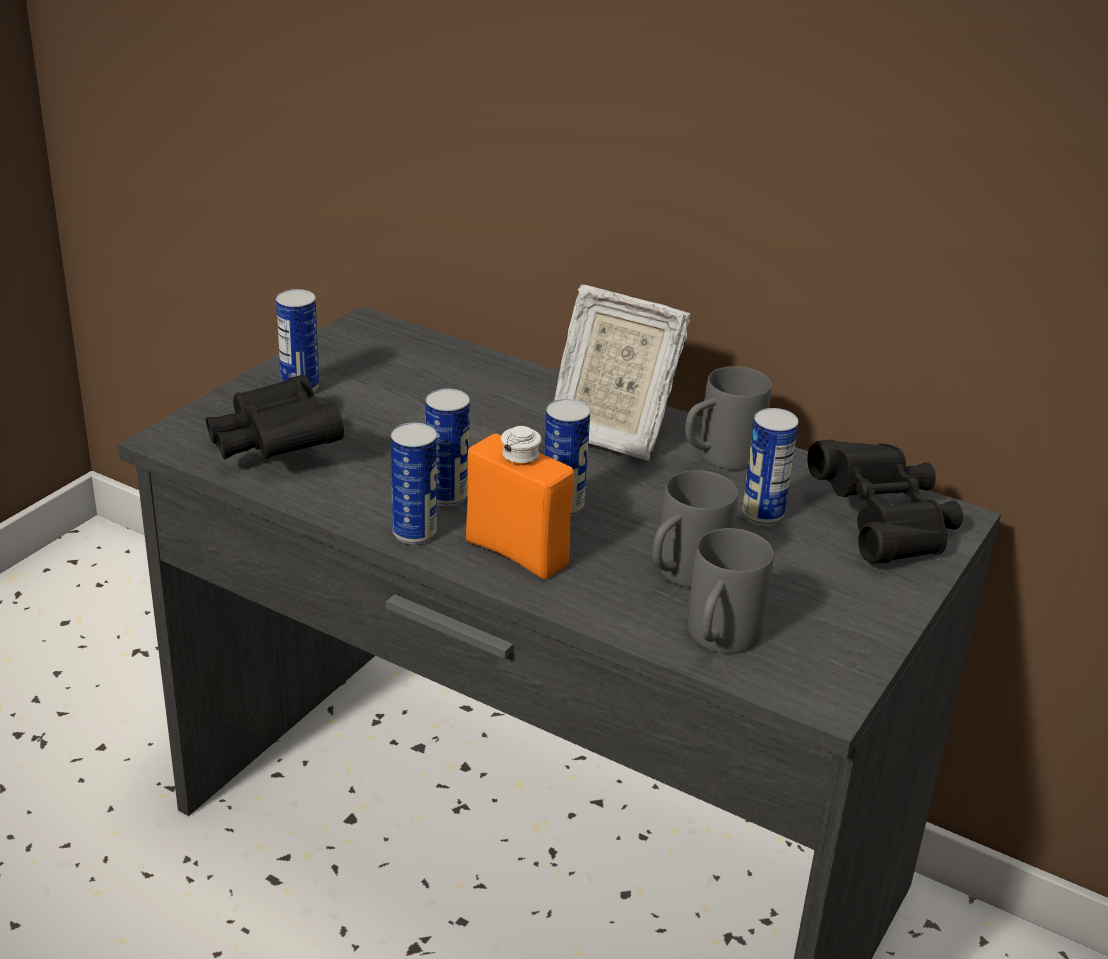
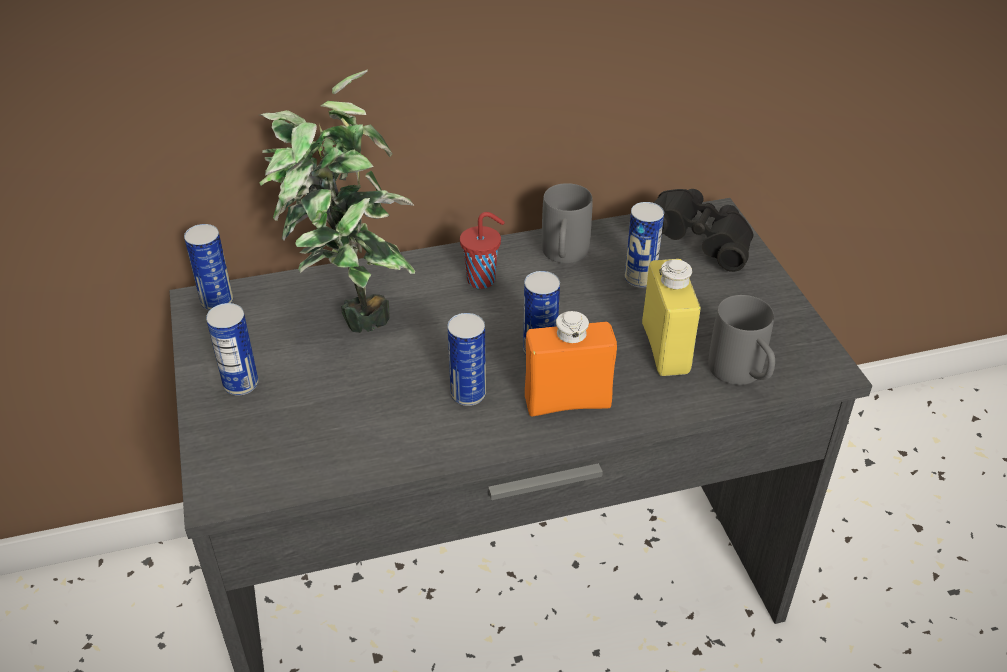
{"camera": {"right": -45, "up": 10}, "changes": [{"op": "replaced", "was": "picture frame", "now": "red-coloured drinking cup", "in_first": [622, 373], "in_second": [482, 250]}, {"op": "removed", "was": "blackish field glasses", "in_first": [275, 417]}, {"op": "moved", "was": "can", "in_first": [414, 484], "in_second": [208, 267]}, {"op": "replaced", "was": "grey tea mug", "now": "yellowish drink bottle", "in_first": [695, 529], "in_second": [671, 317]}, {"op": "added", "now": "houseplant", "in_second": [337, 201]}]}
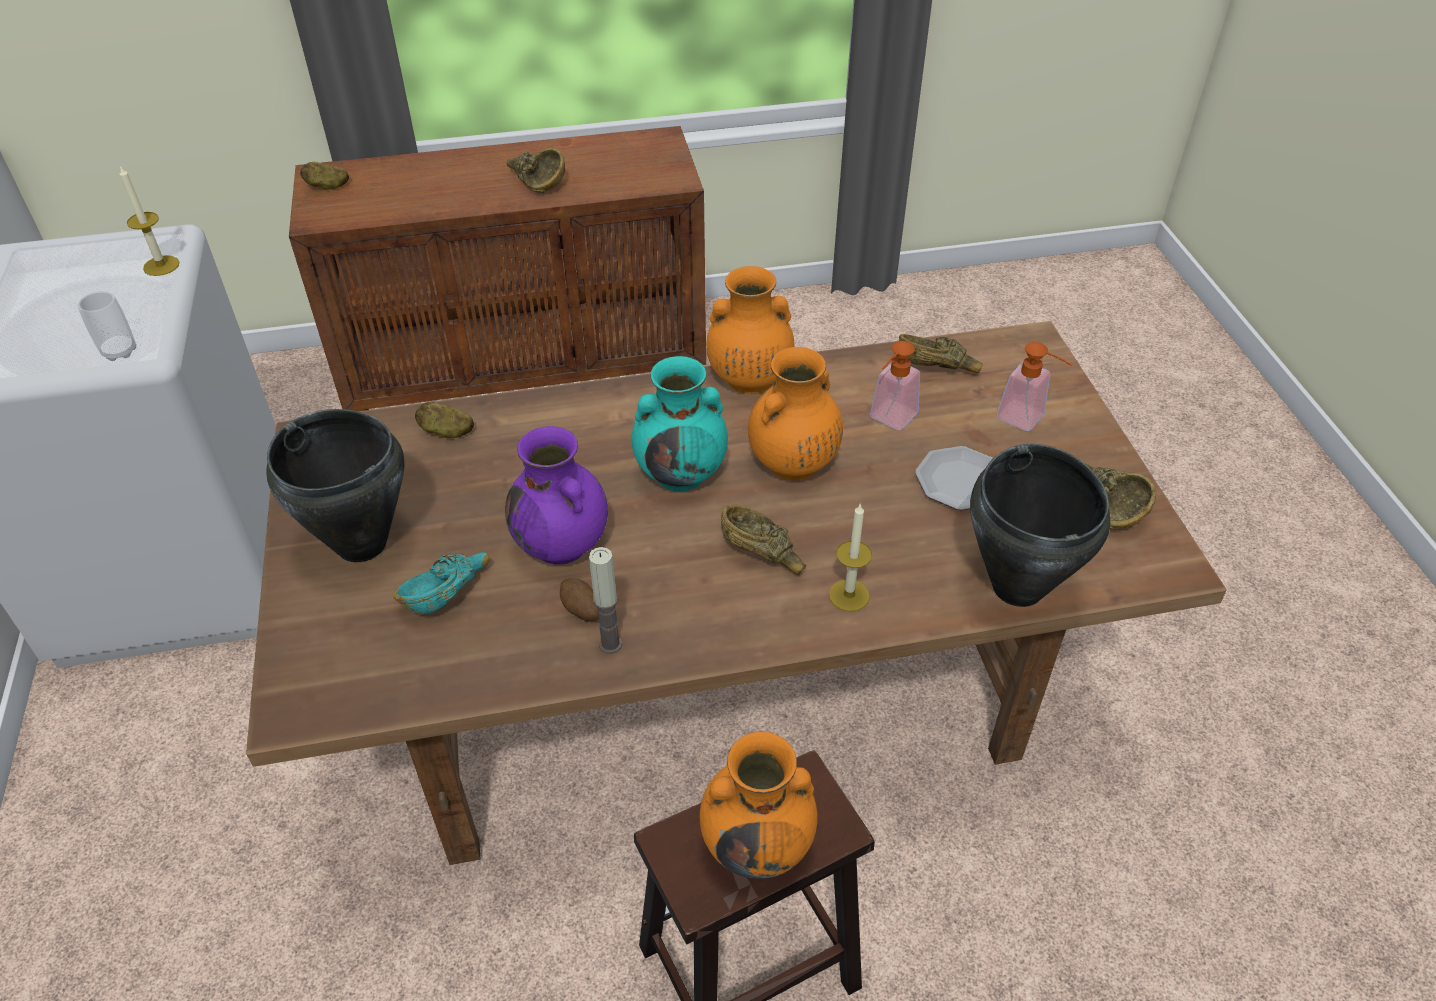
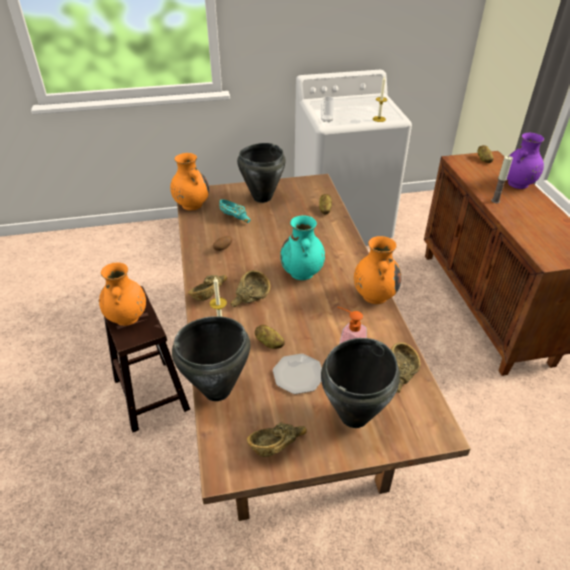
{"camera": {"right": 90, "up": -5}, "changes": [{"op": "moved", "was": "brown serving bowl", "in_first": [536, 170], "in_second": [207, 288]}, {"op": "replaced", "was": "soap dispenser", "now": "blackish cooking pot", "in_first": [1034, 386], "in_second": [360, 383]}, {"op": "moved", "was": "orangey vase", "in_first": [795, 413], "in_second": [189, 181]}, {"op": "moved", "was": "purplish vase", "in_first": [556, 495], "in_second": [525, 161]}, {"op": "moved", "was": "candle", "in_first": [605, 600], "in_second": [502, 179]}, {"op": "added", "now": "whole potato", "in_second": [270, 337]}]}
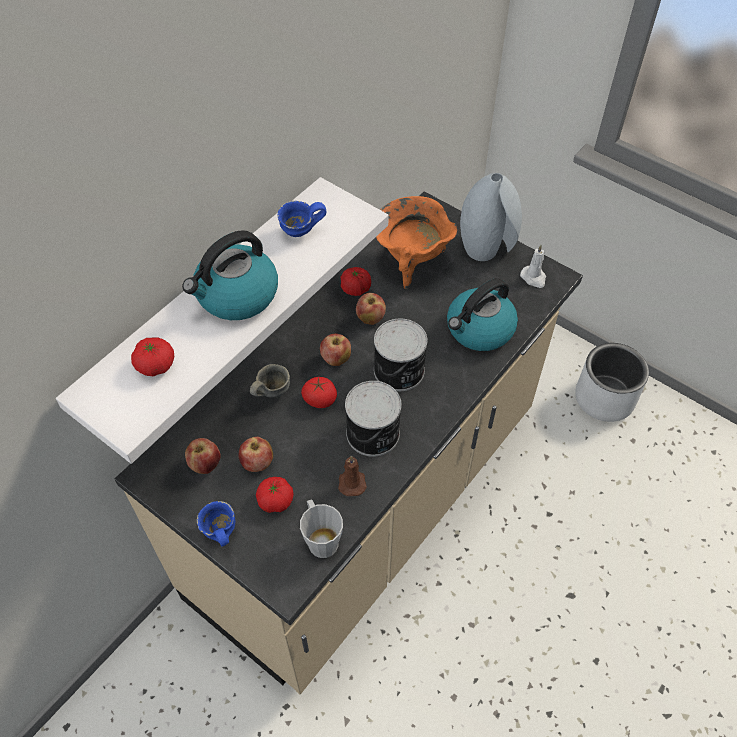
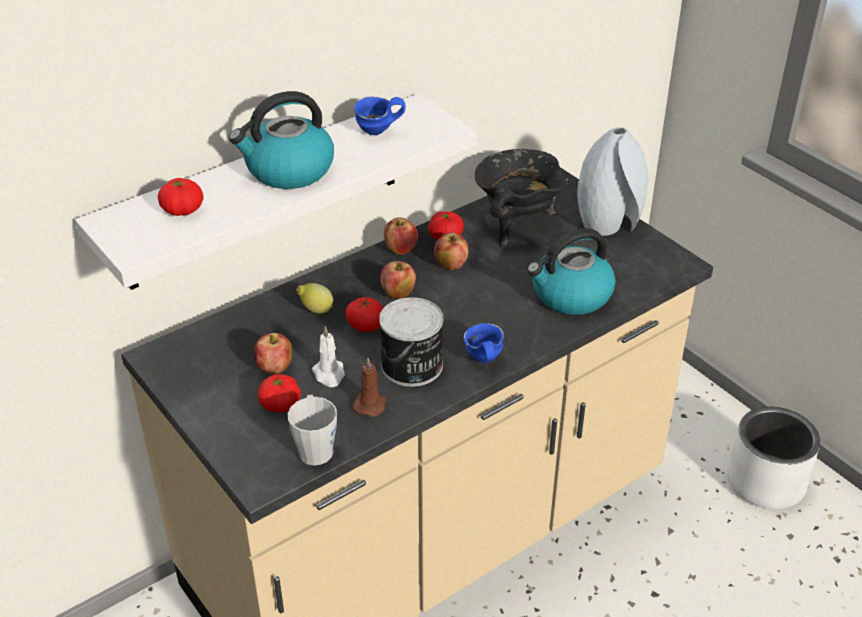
{"camera": {"right": 15, "up": -15}, "changes": [{"op": "recoloured", "was": "orangey cooking pot", "now": "blackish cooking pot", "in_first": [416, 242], "in_second": [521, 197]}, {"op": "moved", "was": "whitish candle", "in_first": [533, 266], "in_second": [328, 356]}, {"op": "removed", "was": "can", "in_first": [401, 354]}, {"op": "replaced", "was": "grey tea mug", "now": "whole lemon", "in_first": [270, 381], "in_second": [314, 298]}, {"op": "moved", "was": "apple fruit", "in_first": [203, 456], "in_second": [401, 236]}, {"op": "moved", "was": "blue-coloured tea mug", "in_first": [216, 524], "in_second": [484, 343]}]}
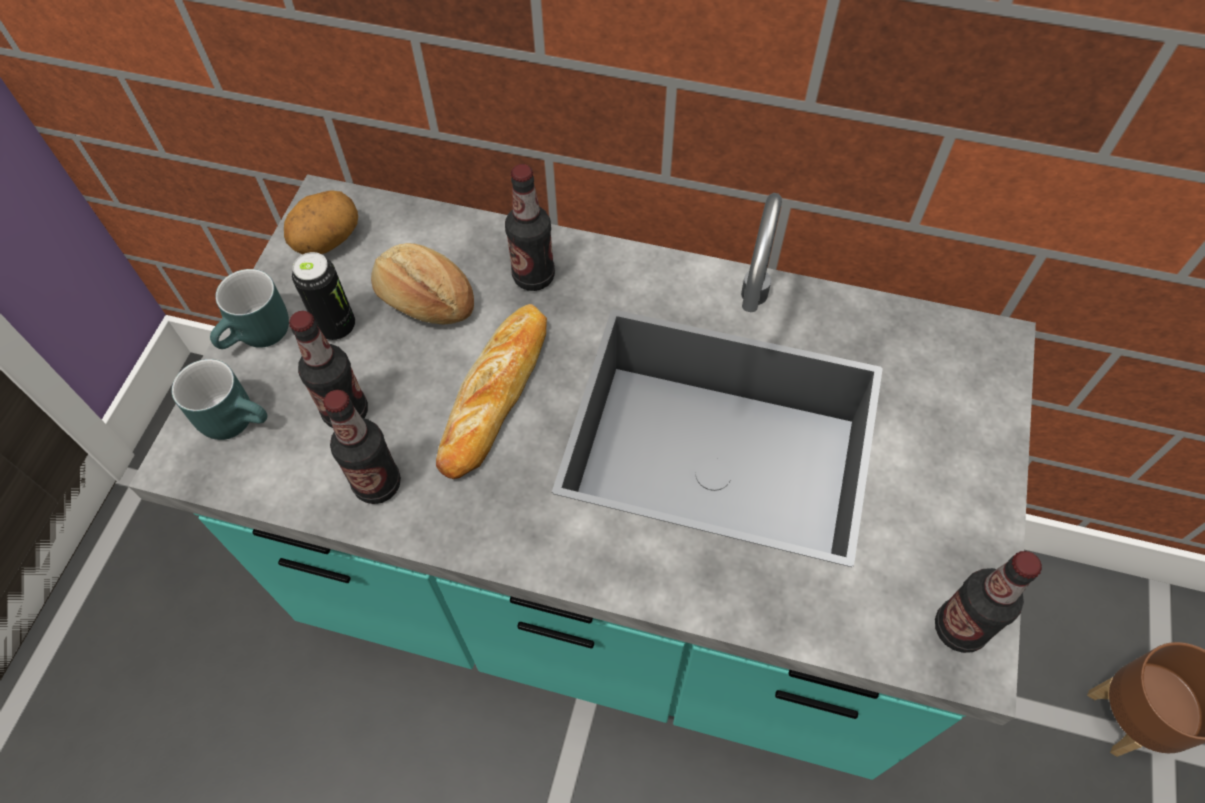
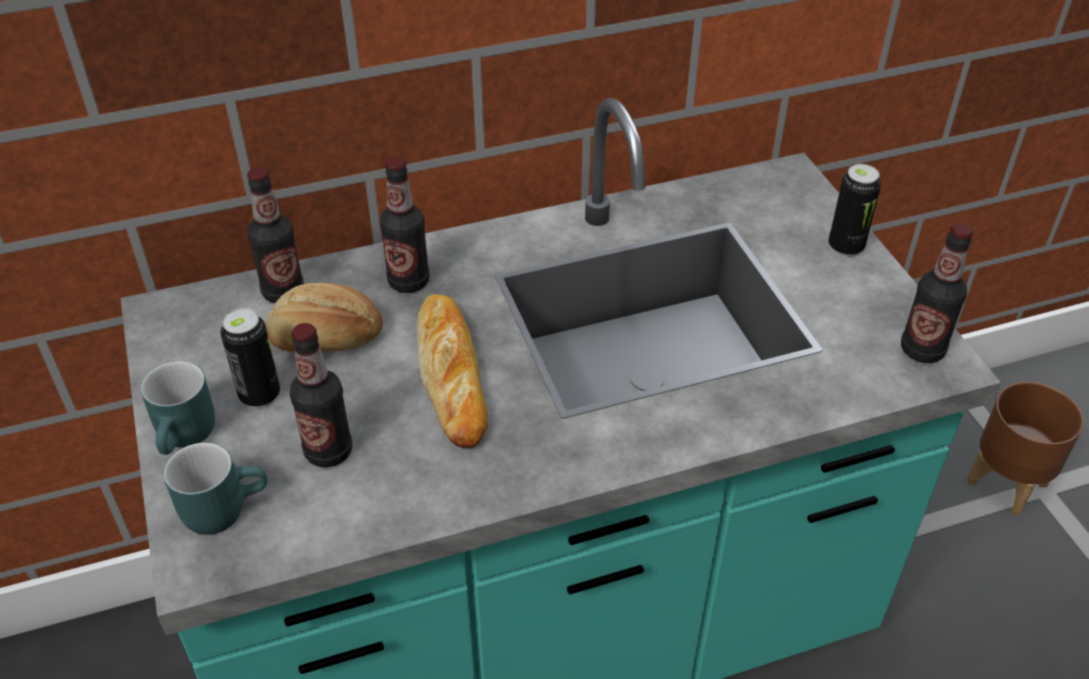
{"camera": {"right": -35, "up": -15}, "changes": [{"op": "removed", "was": "whole potato", "in_first": [321, 222]}, {"op": "moved", "was": "drink bottle", "in_first": [362, 447], "in_second": [275, 235]}, {"op": "added", "now": "can", "in_second": [854, 210]}]}
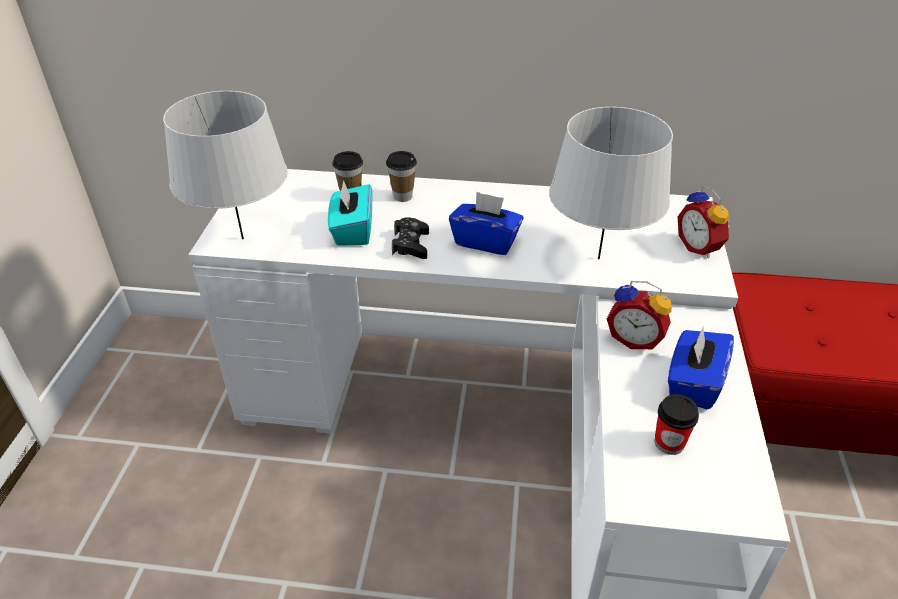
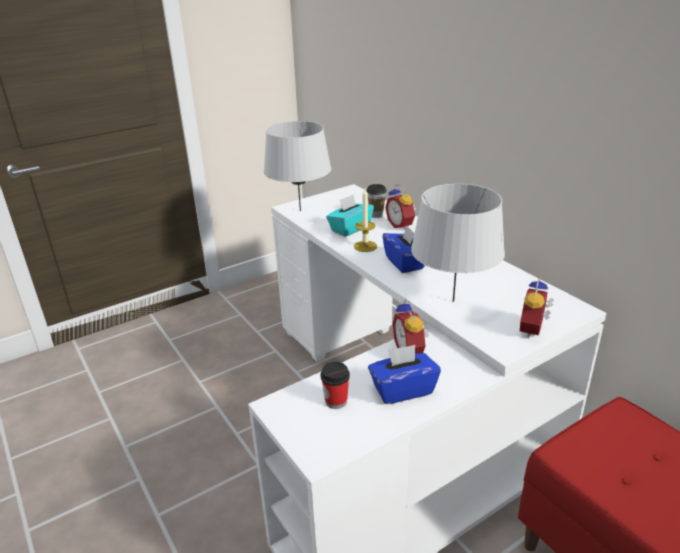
{"camera": {"right": 50, "up": -10}, "changes": [{"op": "replaced", "was": "drinking cup", "now": "alarm clock", "in_first": [401, 176], "in_second": [400, 207]}, {"op": "replaced", "was": "blackish joypad", "now": "candle", "in_first": [410, 238], "in_second": [365, 220]}]}
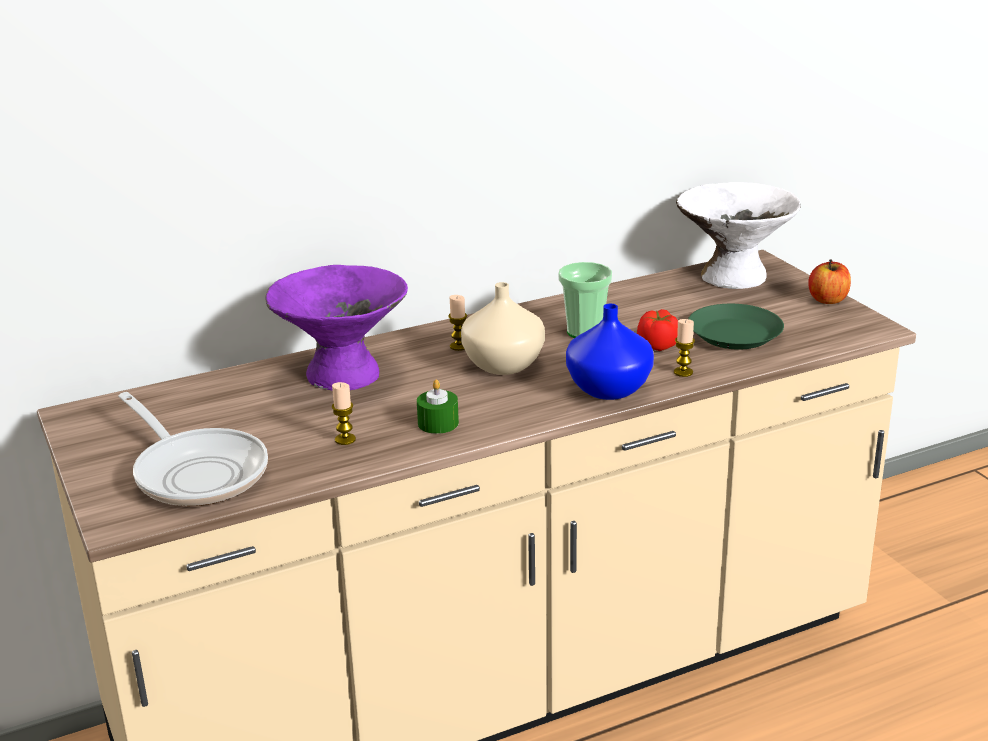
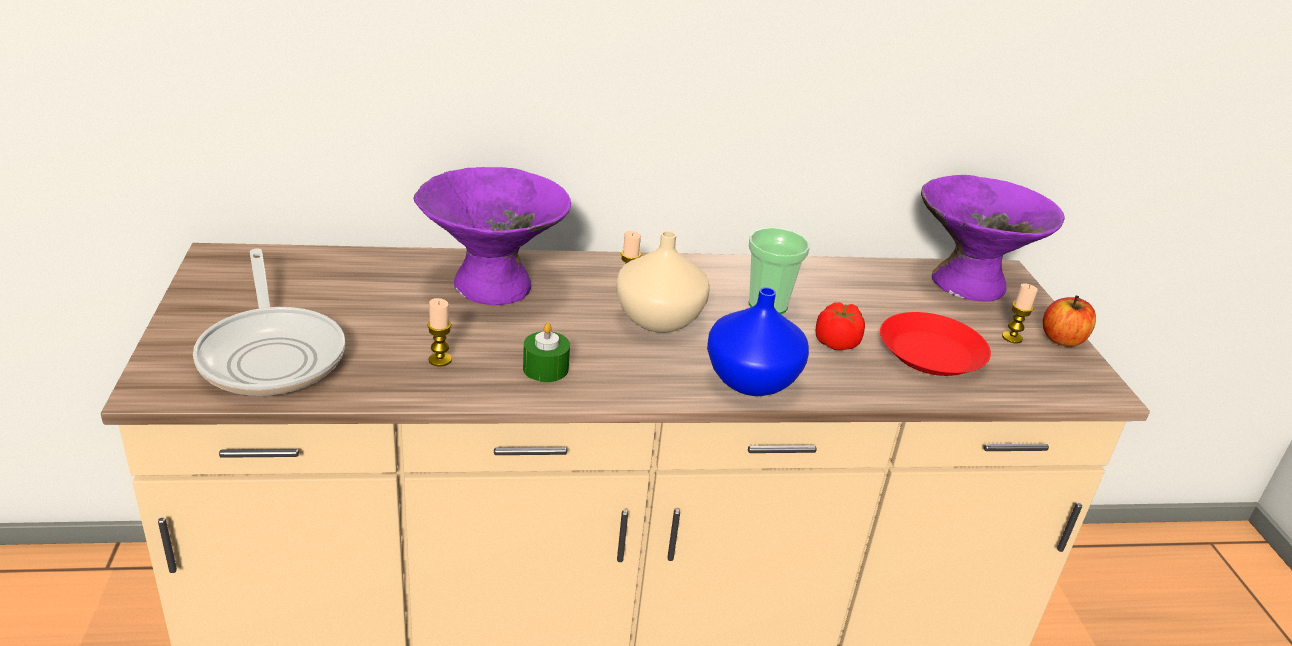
{"camera": {"right": 15, "up": 5}, "changes": [{"op": "recoloured", "was": "whitish serving bowl", "now": "purplish serving bowl", "in_first": [738, 235], "in_second": [993, 238]}, {"op": "recoloured", "was": "green plate", "now": "red-coloured plate", "in_first": [736, 326], "in_second": [935, 344]}, {"op": "moved", "was": "candle", "in_first": [684, 348], "in_second": [1020, 313]}]}
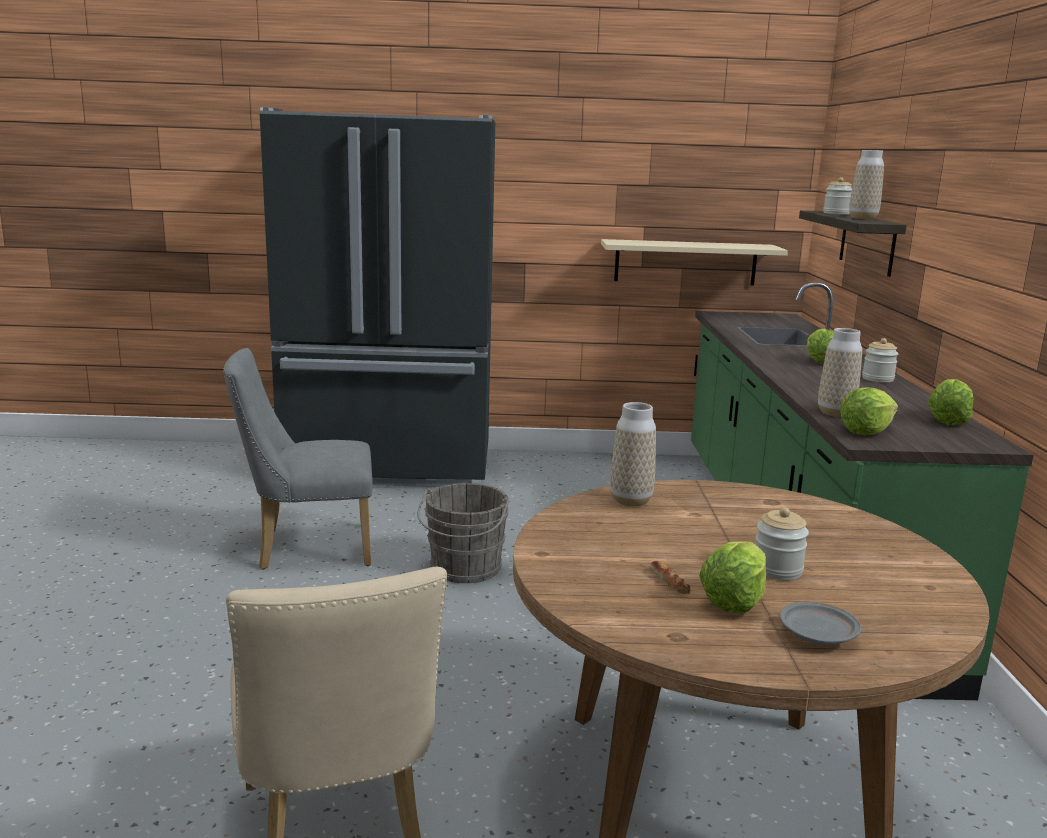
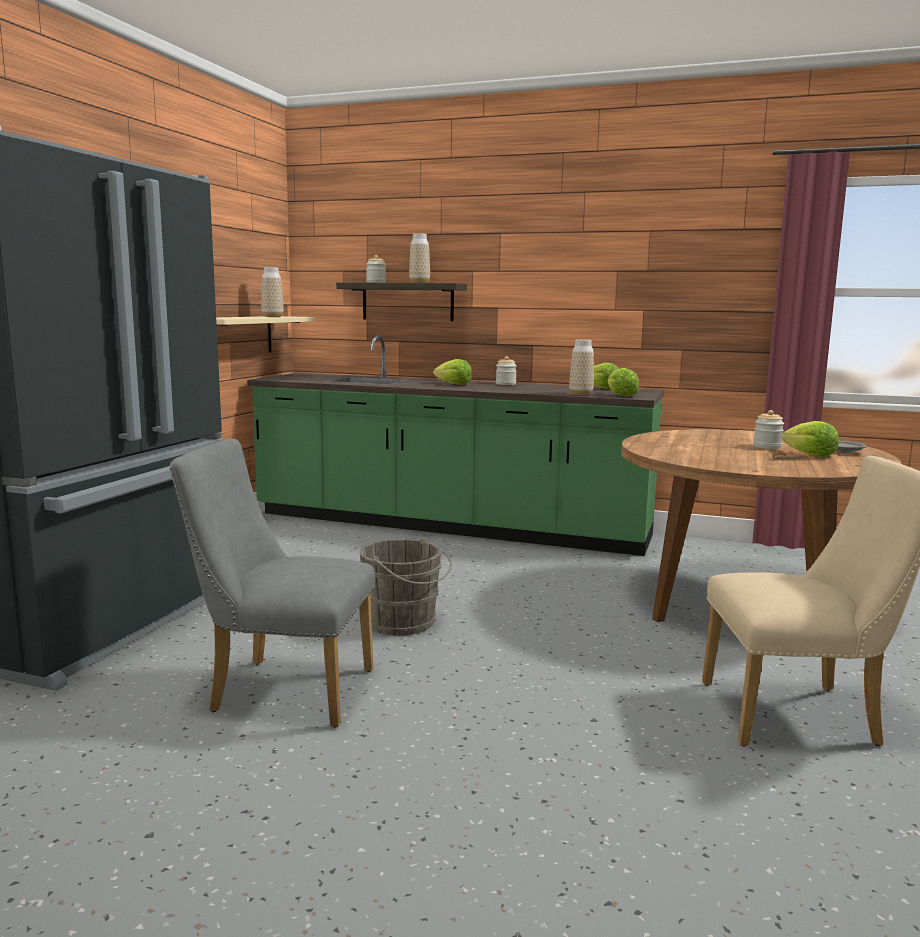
{"camera": {"right": -70, "up": -5}, "changes": [{"op": "turned", "was": "grey chair", "in_first": [298, 458], "in_second": [272, 583], "clockwise": 90}, {"op": "moved", "was": "vase", "in_first": [633, 454], "in_second": [272, 292]}]}
